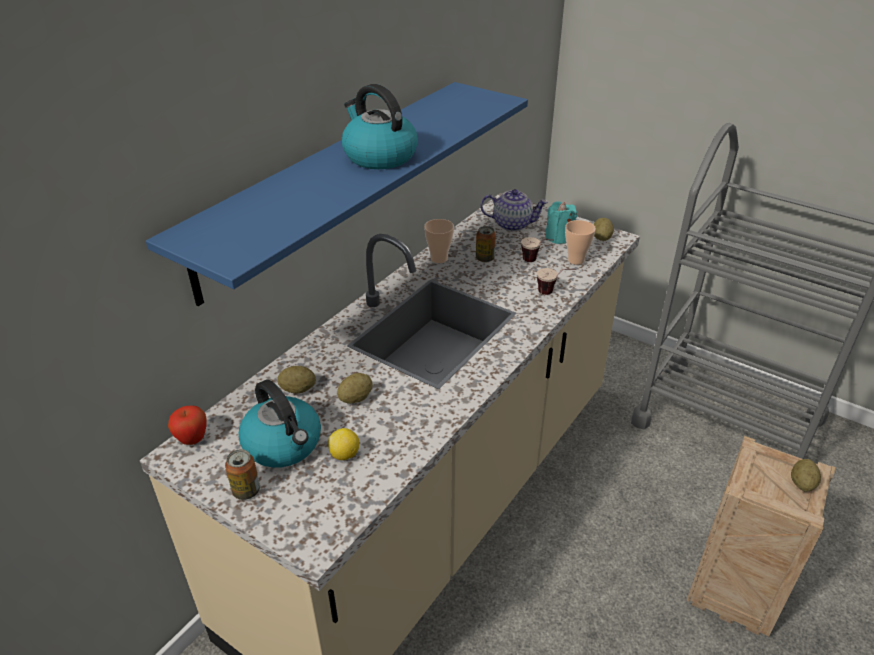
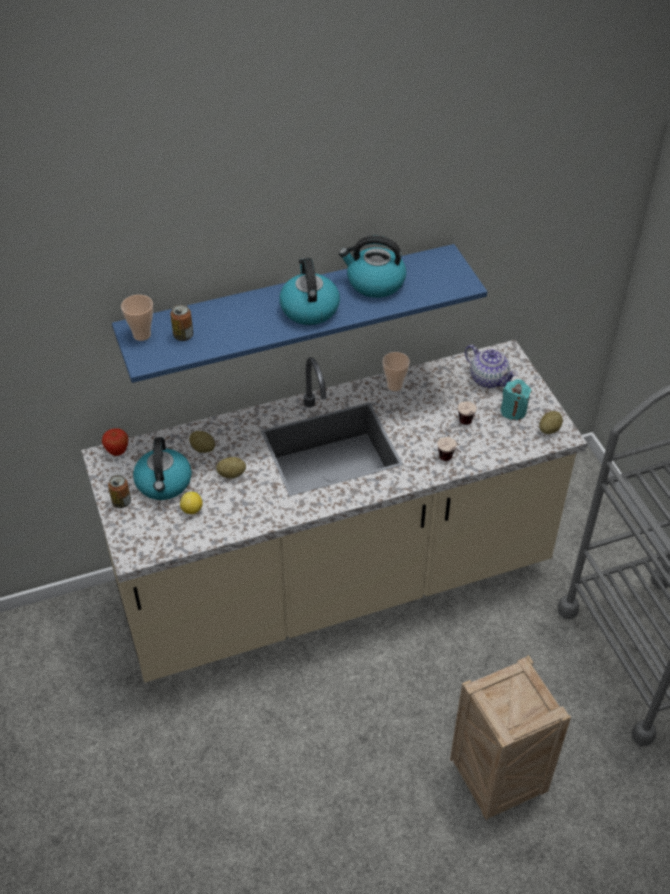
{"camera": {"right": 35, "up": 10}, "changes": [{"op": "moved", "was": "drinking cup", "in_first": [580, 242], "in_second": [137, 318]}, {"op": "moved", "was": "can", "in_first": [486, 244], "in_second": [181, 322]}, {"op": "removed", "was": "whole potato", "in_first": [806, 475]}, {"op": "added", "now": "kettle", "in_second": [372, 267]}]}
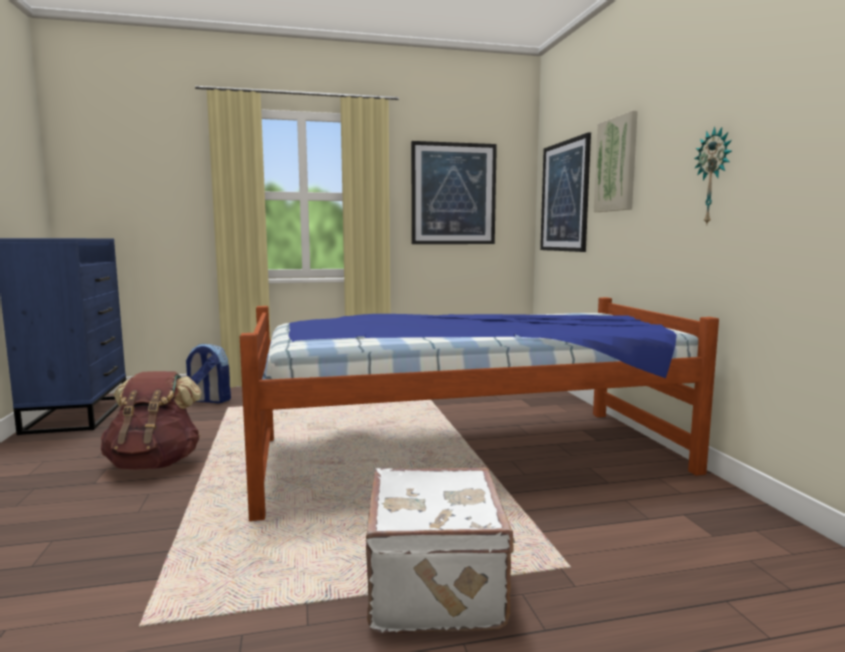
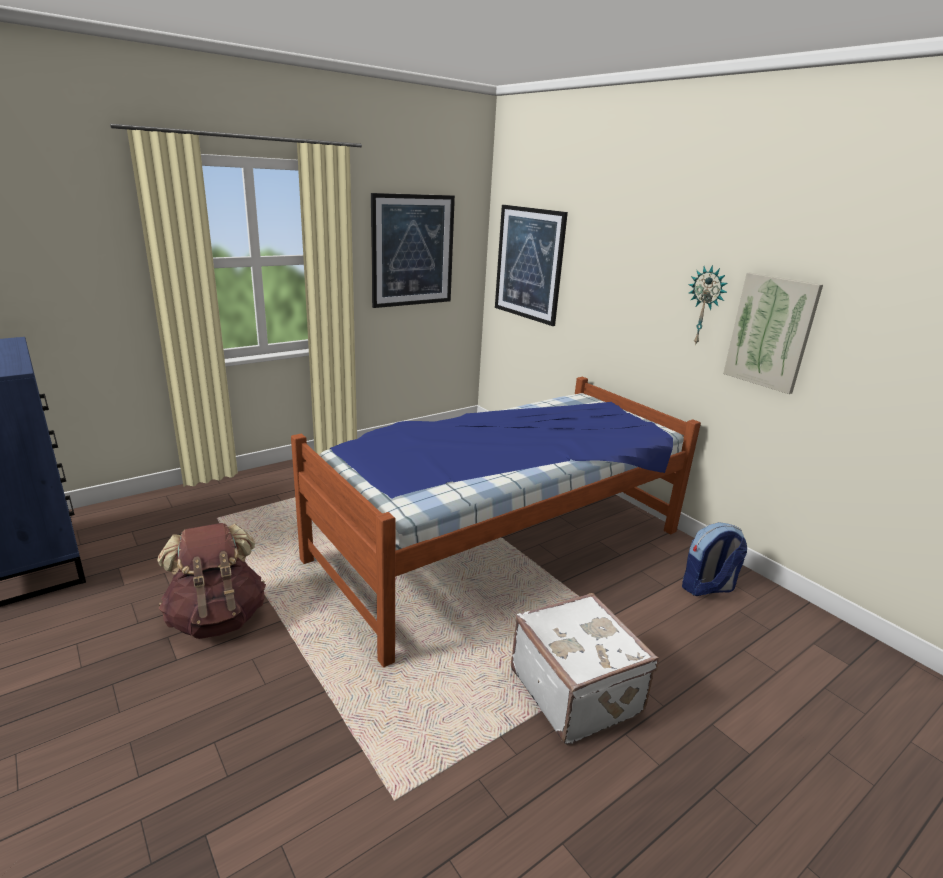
{"camera": {"right": -25, "up": 15}, "changes": [{"op": "moved", "was": "wall art", "in_first": [616, 161], "in_second": [773, 333]}, {"op": "moved", "was": "rucksack", "in_first": [208, 373], "in_second": [714, 559]}]}
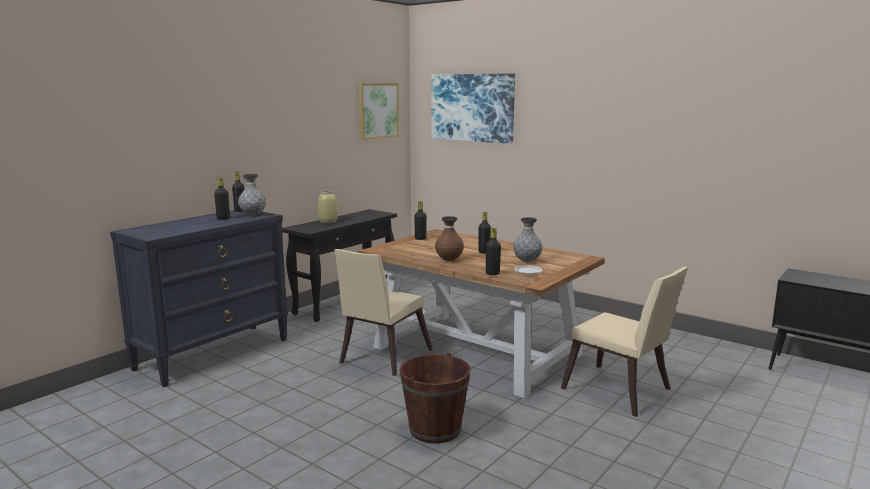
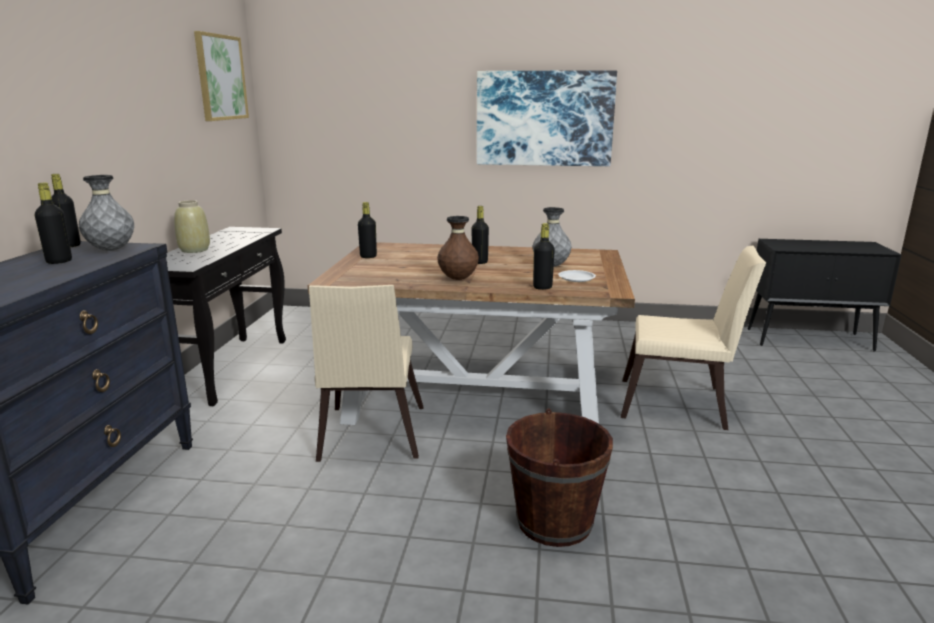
{"camera": {"right": -30, "up": 5}, "changes": [{"op": "moved", "was": "wall art", "in_first": [473, 108], "in_second": [547, 118]}]}
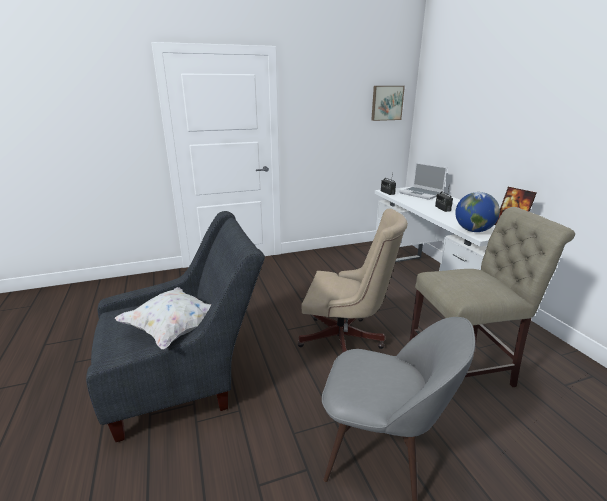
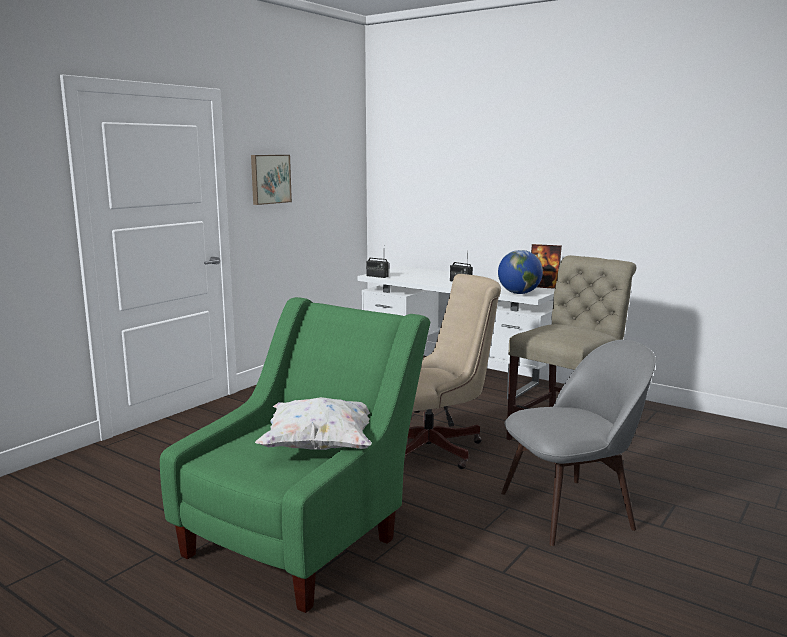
{"camera": {"right": -35, "up": -10}, "changes": [{"op": "moved", "was": "wall art", "in_first": [388, 103], "in_second": [271, 180]}, {"op": "removed", "was": "notebook computer", "in_first": [423, 181]}, {"op": "recoloured", "was": "grey easy chair", "now": "green easy chair", "in_first": [175, 326], "in_second": [295, 455]}]}
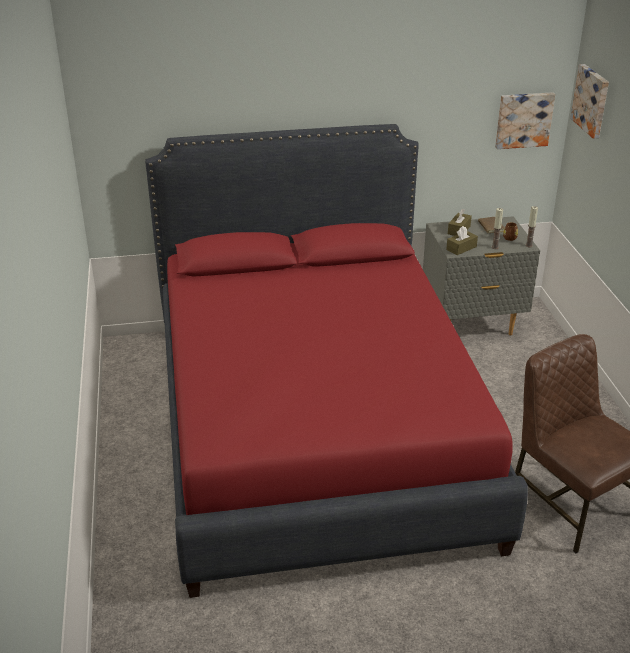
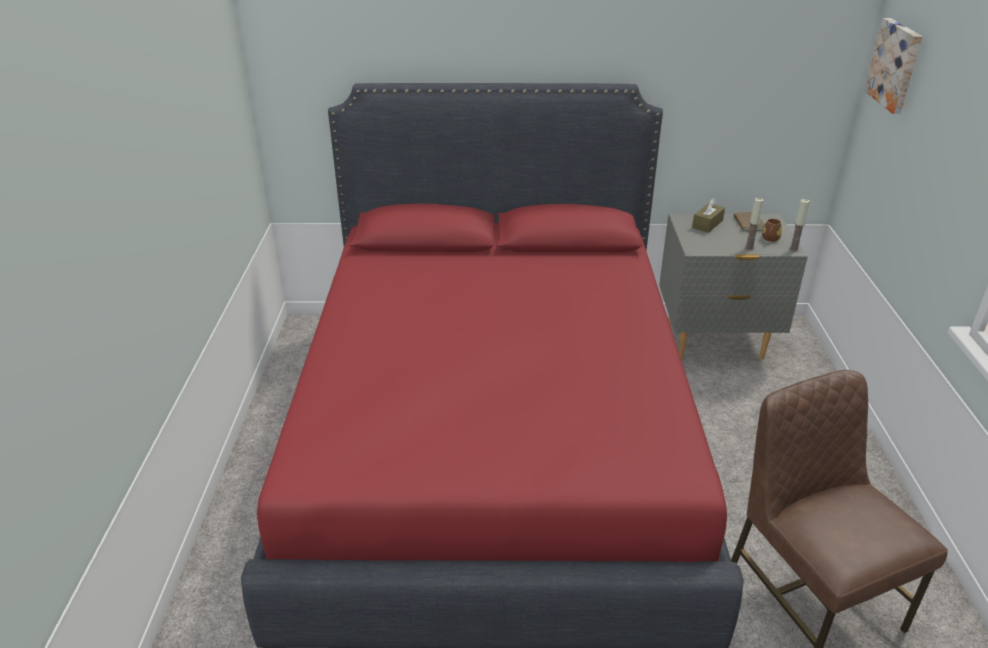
{"camera": {"right": 10, "up": 0}, "changes": [{"op": "removed", "was": "wall art", "in_first": [525, 120]}, {"op": "removed", "was": "brown tissue holder", "in_first": [462, 240]}]}
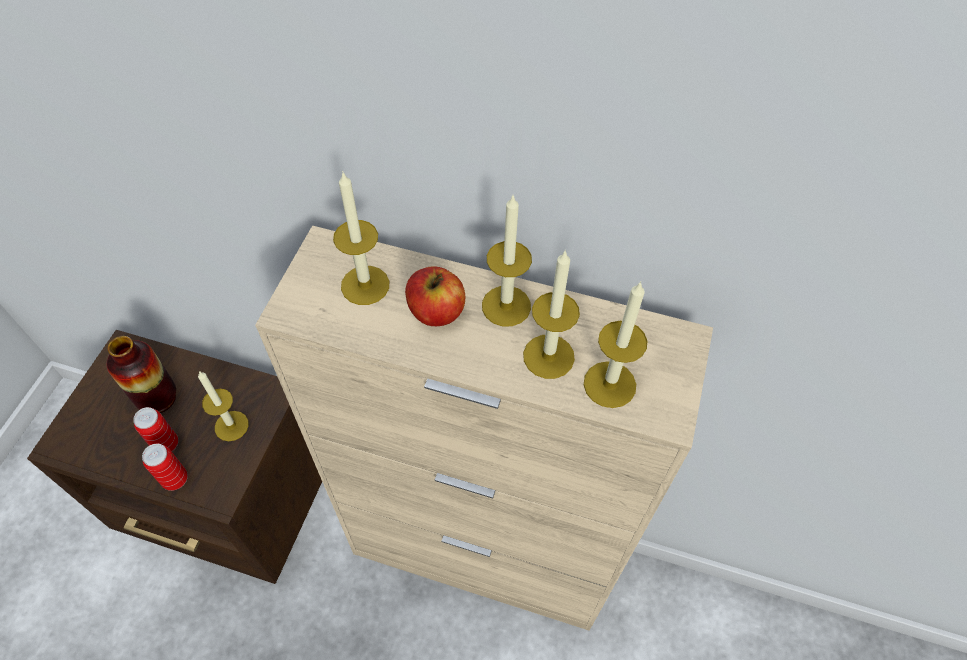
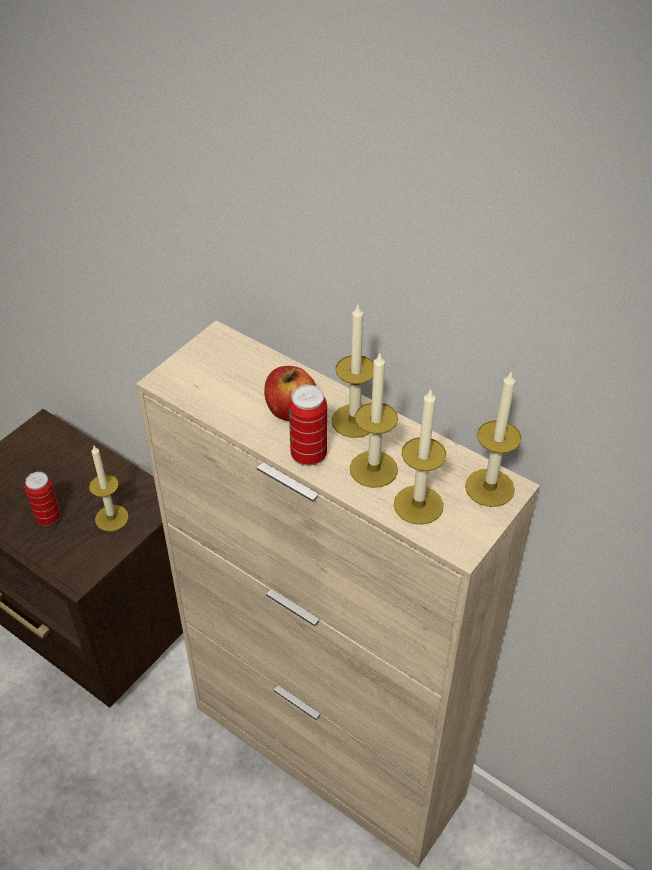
{"camera": {"right": 20, "up": -10}, "changes": [{"op": "moved", "was": "candle", "in_first": [361, 238], "in_second": [493, 438]}, {"op": "removed", "was": "vase", "in_first": [141, 374]}, {"op": "moved", "was": "can", "in_first": [165, 467], "in_second": [308, 425]}]}
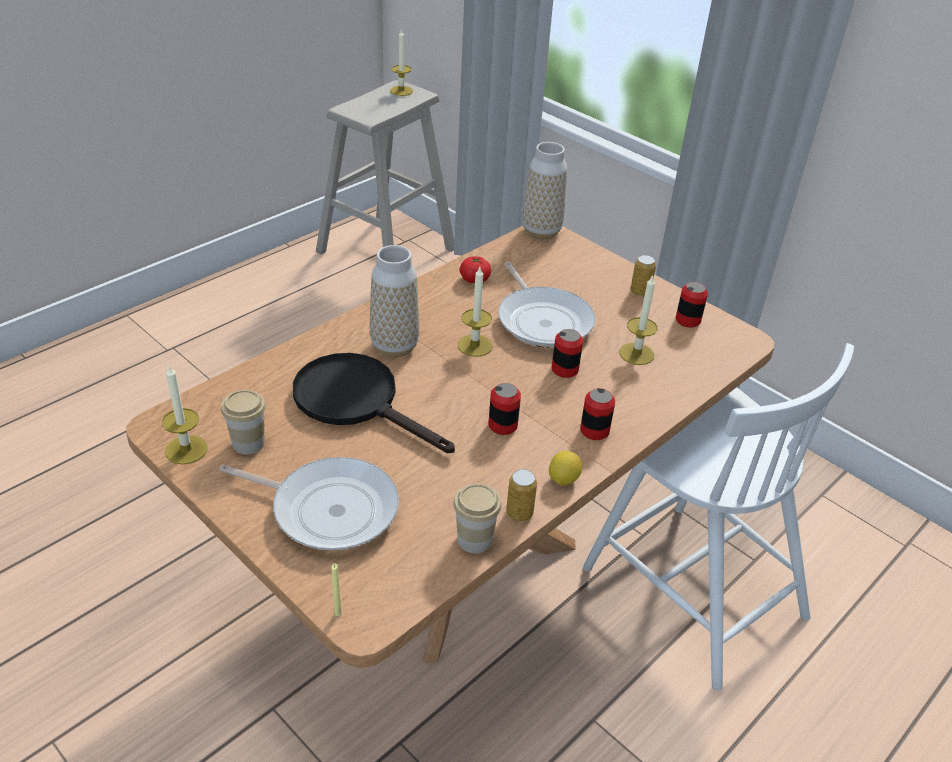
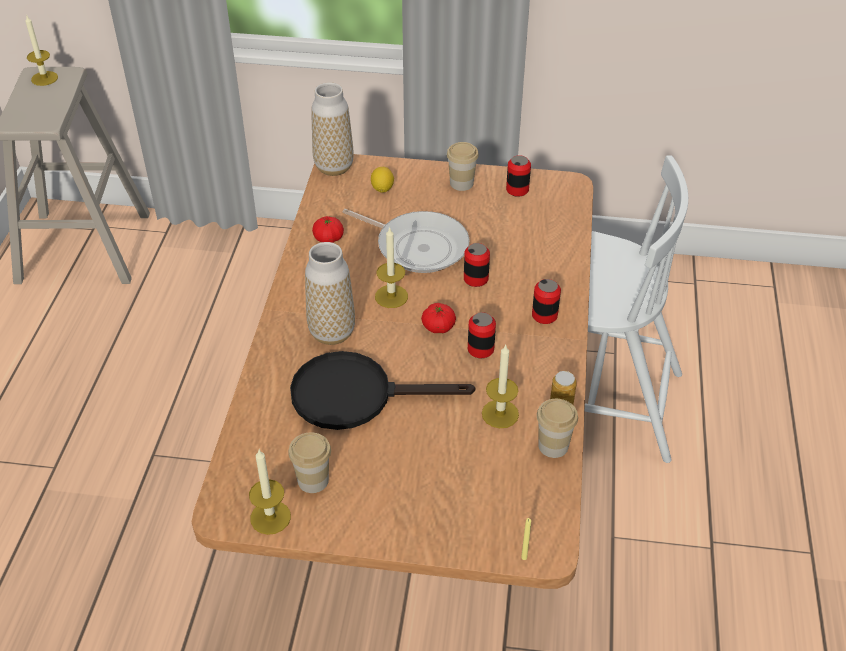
{"camera": {"right": -35, "up": 5}, "changes": [{"op": "replaced", "was": "can", "now": "drinking cup", "in_first": [643, 276], "in_second": [463, 166]}, {"op": "moved", "was": "candle", "in_first": [638, 320], "in_second": [500, 386]}, {"op": "moved", "was": "whole lemon", "in_first": [565, 468], "in_second": [382, 180]}, {"op": "removed", "was": "pan", "in_first": [309, 503]}, {"op": "added", "now": "whole tomato", "in_second": [438, 318]}]}
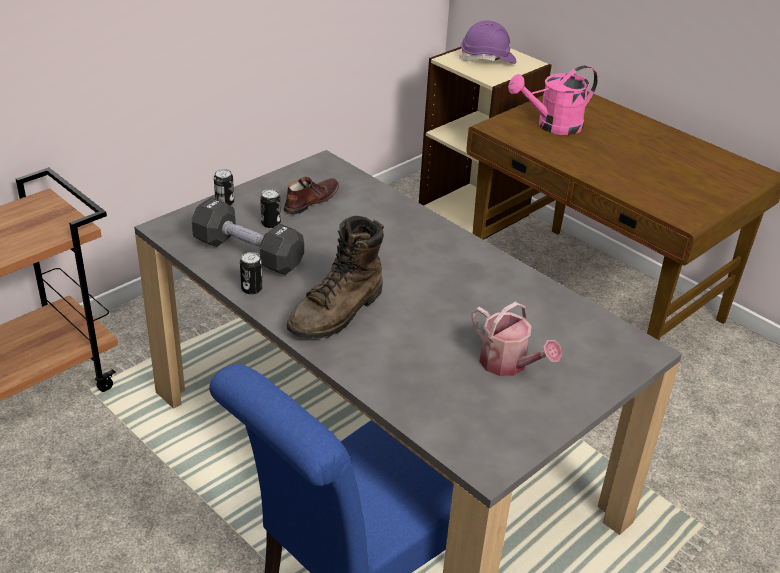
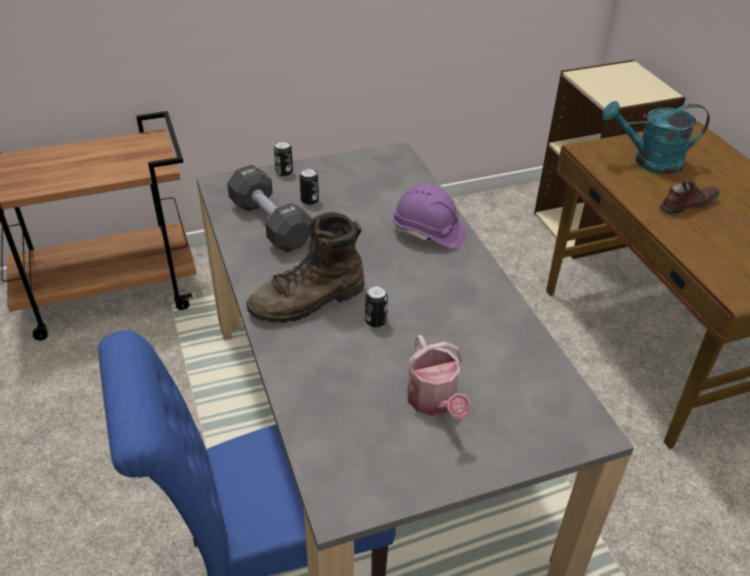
{"camera": {"right": 25, "up": 5}, "changes": [{"op": "moved", "was": "purplish safety helmet", "in_first": [487, 42], "in_second": [429, 216]}, {"op": "recoloured", "was": "pink-coloured watering pot", "now": "turquoise watering pot", "in_first": [553, 100], "in_second": [656, 137]}, {"op": "moved", "was": "brown low shoe", "in_first": [311, 196], "in_second": [690, 197]}, {"op": "moved", "was": "can", "in_first": [251, 273], "in_second": [376, 306]}]}
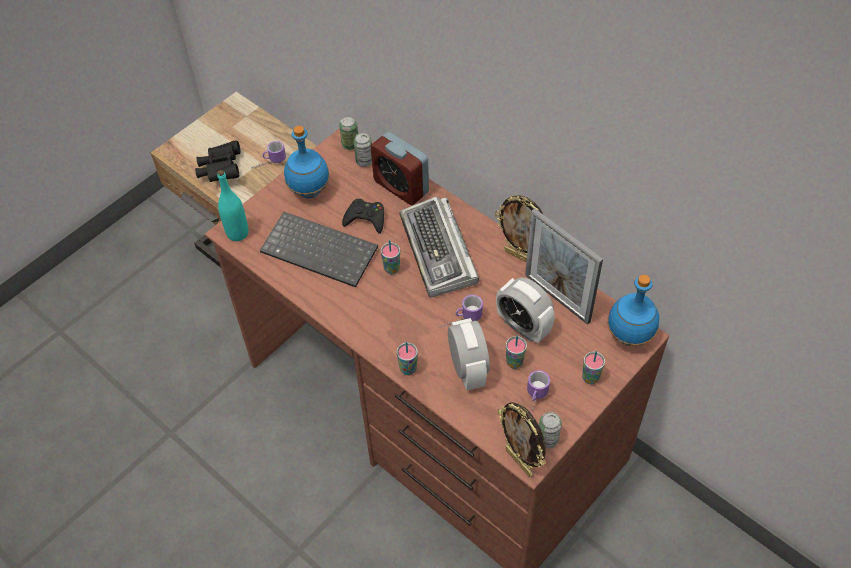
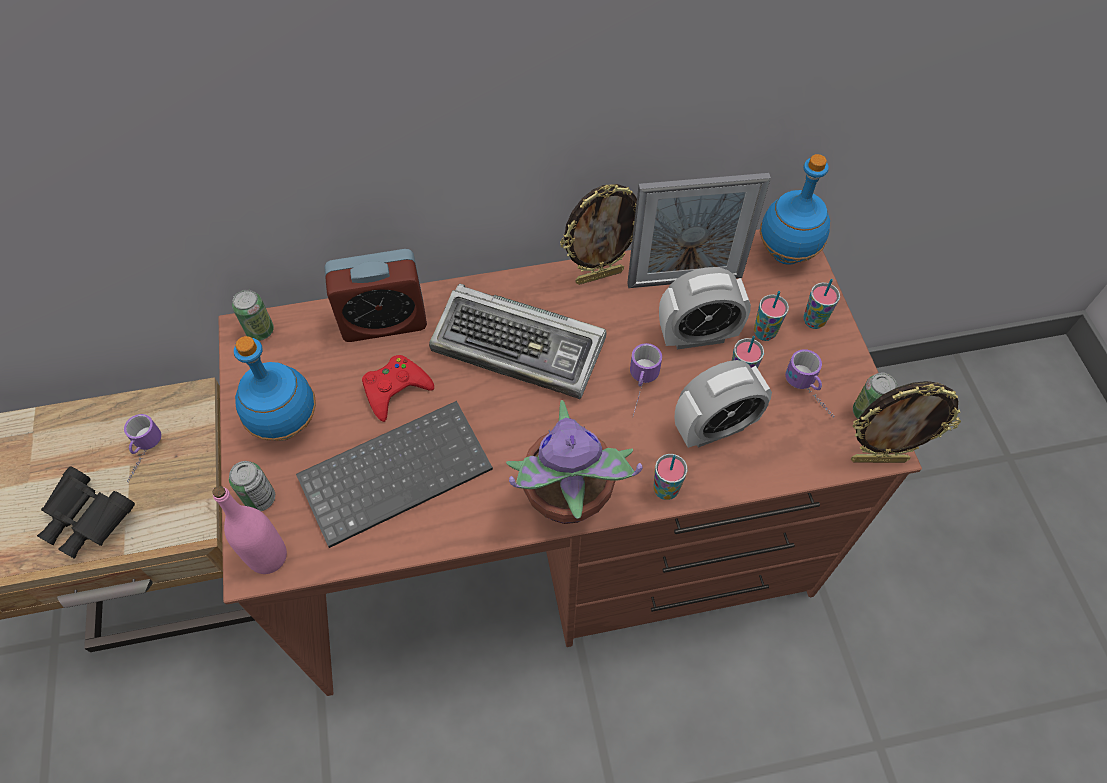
{"camera": {"right": -55, "up": 5}, "changes": [{"op": "moved", "was": "can", "in_first": [363, 150], "in_second": [252, 486]}, {"op": "recoloured", "was": "turquoise drink bottle", "now": "pink-coloured drink bottle", "in_first": [232, 205], "in_second": [249, 530]}, {"op": "recoloured", "was": "blackish joypad", "now": "red-coloured joypad", "in_first": [363, 216], "in_second": [398, 388]}, {"op": "moved", "was": "drinking cup", "in_first": [390, 257], "in_second": [771, 316]}, {"op": "turned", "was": "alarm clock", "in_first": [469, 354], "in_second": [723, 404], "clockwise": 135}, {"op": "added", "now": "houseplant", "in_second": [574, 462]}]}
